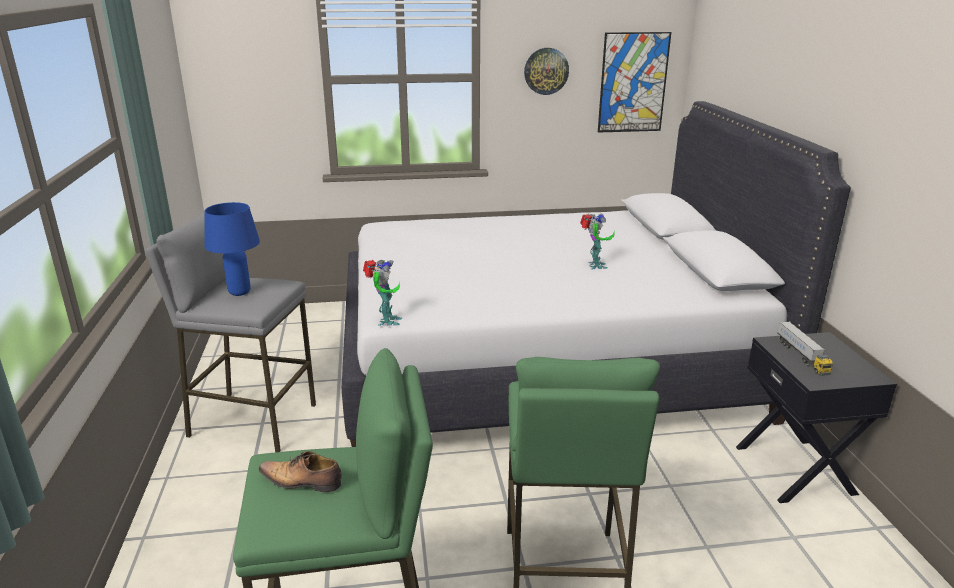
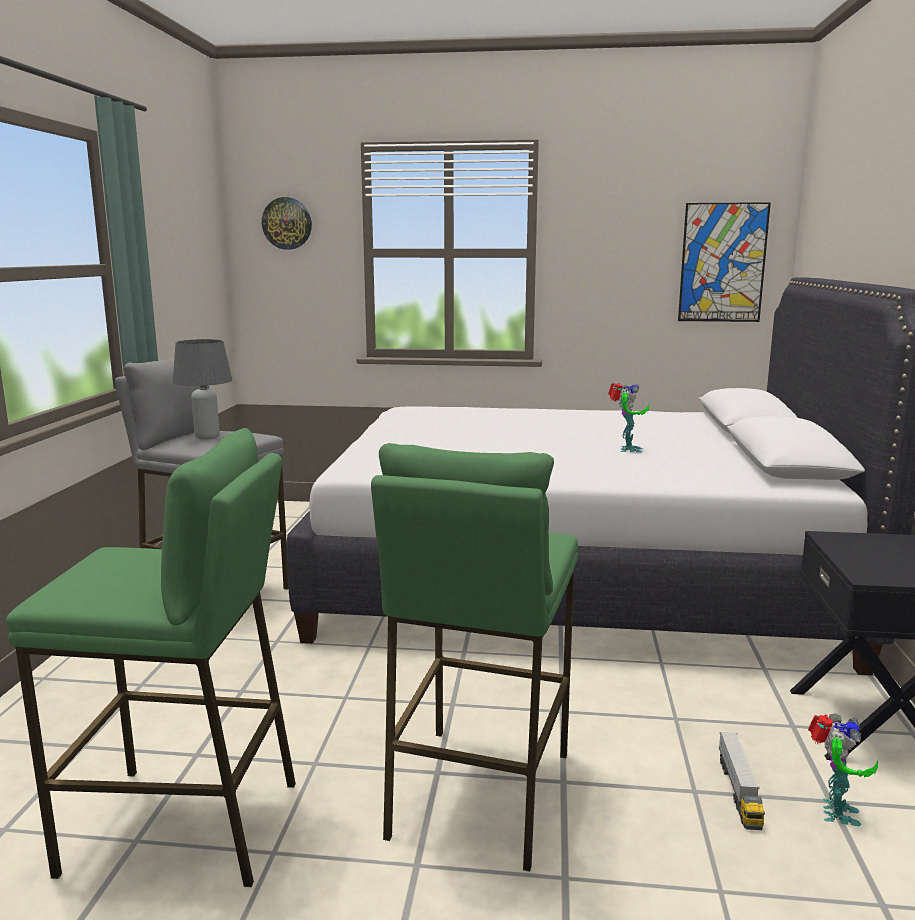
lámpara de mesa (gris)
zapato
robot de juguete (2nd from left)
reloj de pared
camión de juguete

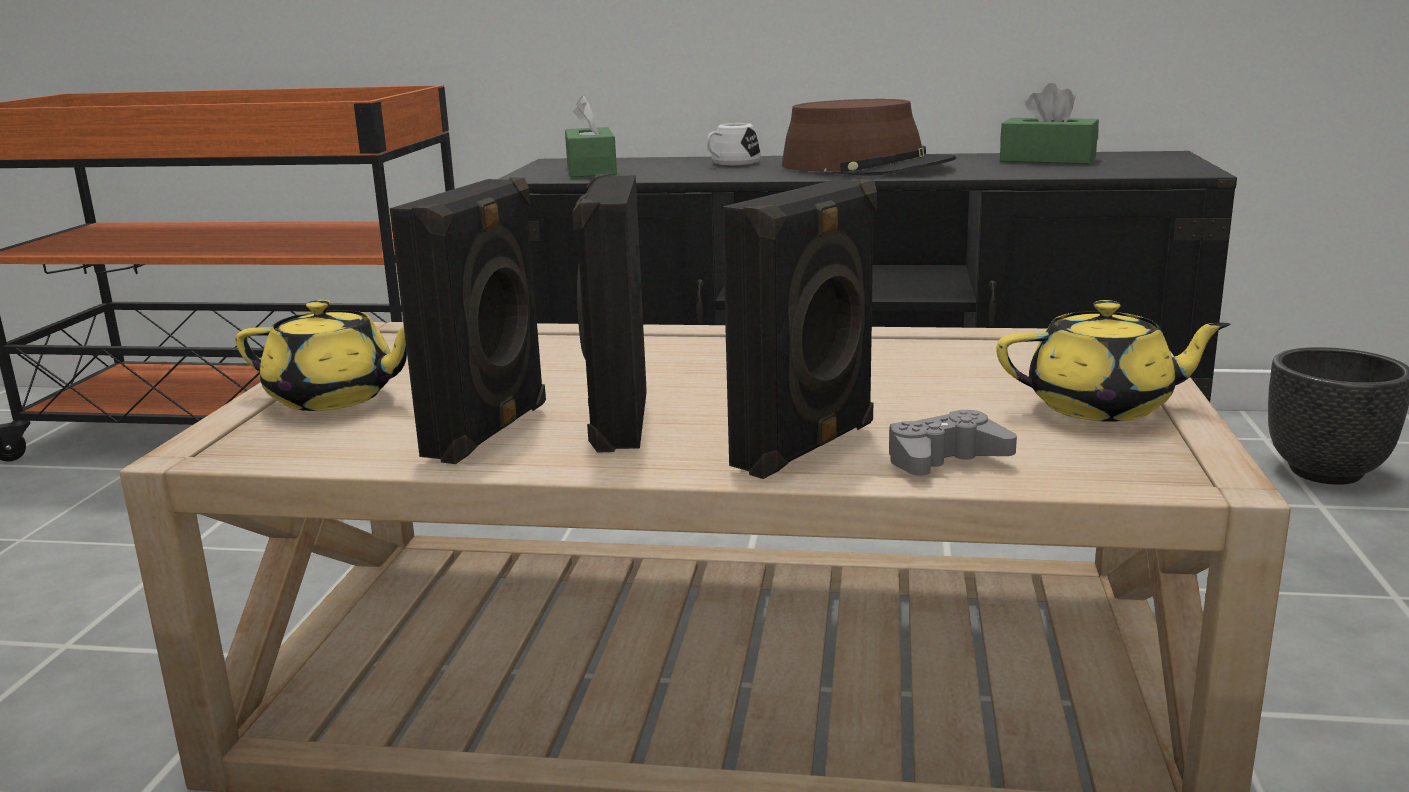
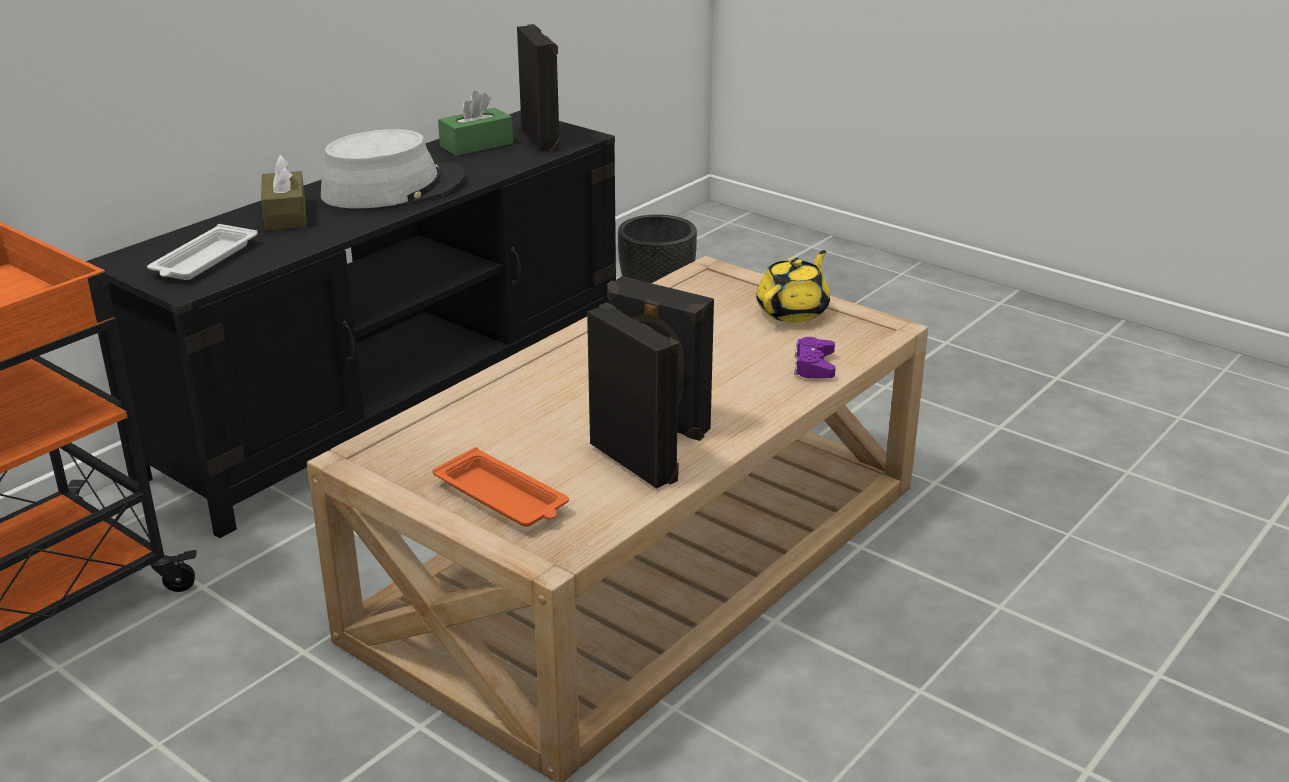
bandeja (naranja)
bandeja (blanco)
caja de pañuelos (marrón)
altavoz (negro) (1st from left)
sombrero (gris)
mando de consola (morado)

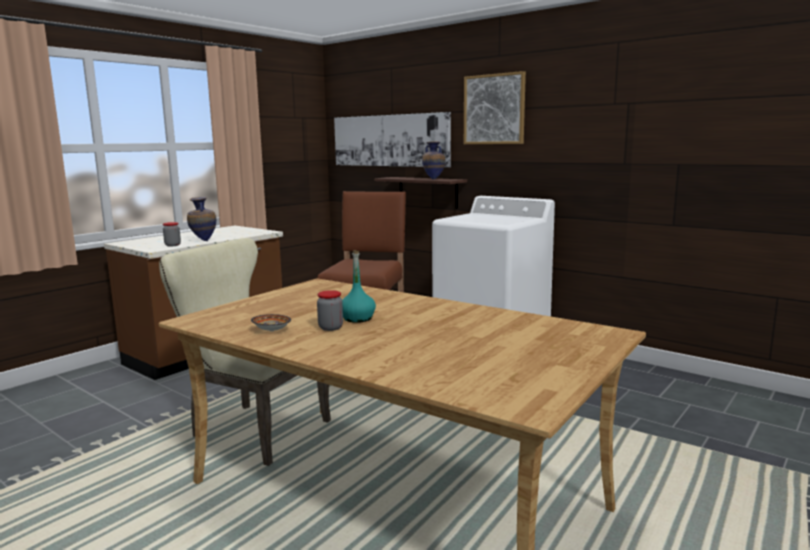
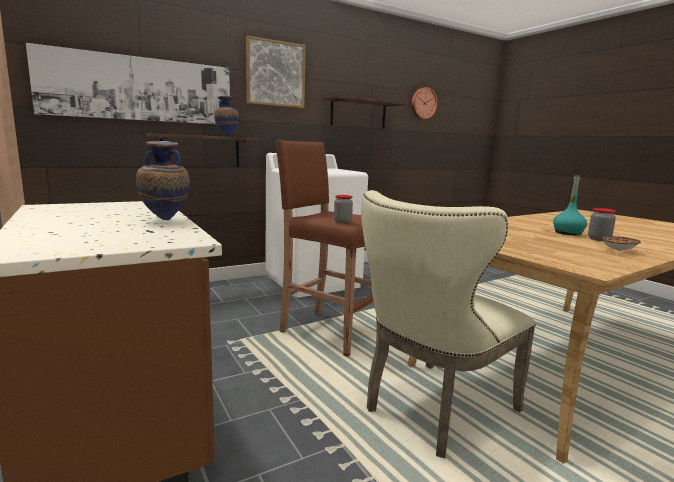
tarro (1st from left)
estante (2nd from left)
reloj de pared

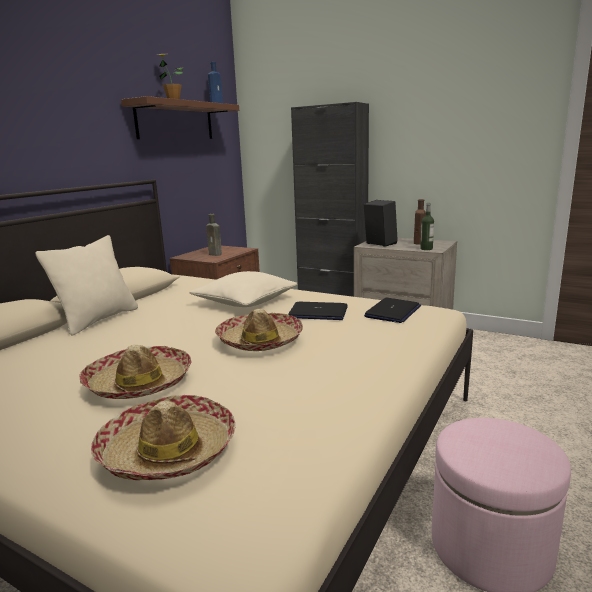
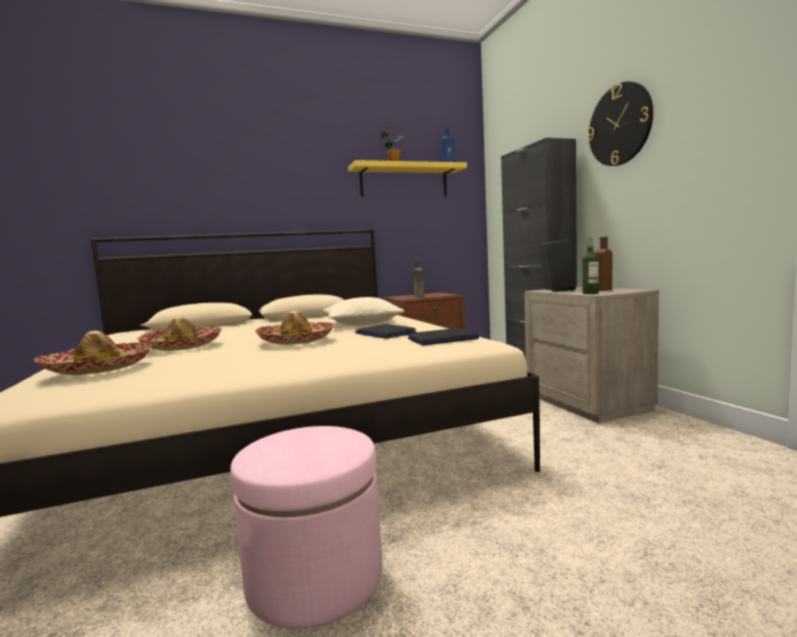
cojín (beis) (1st from left in the first image)
estante (amarillo)
reloj de pared

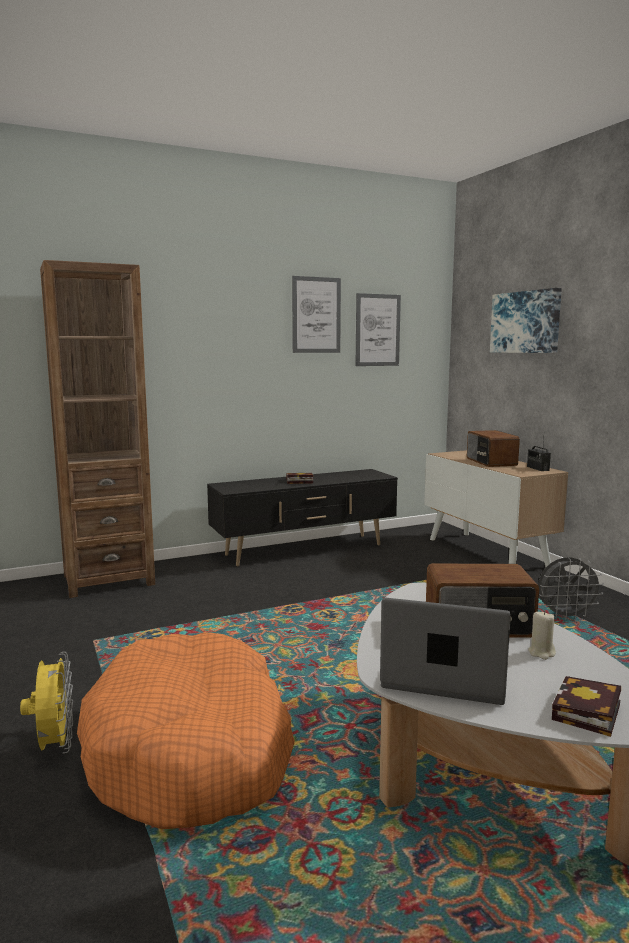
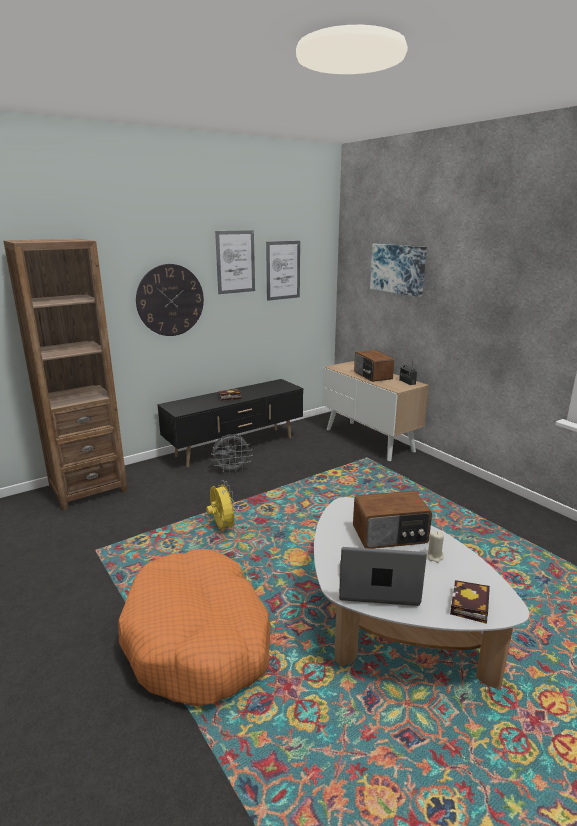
ventilador (amarillo)
ventilador (gris)
reloj de pared

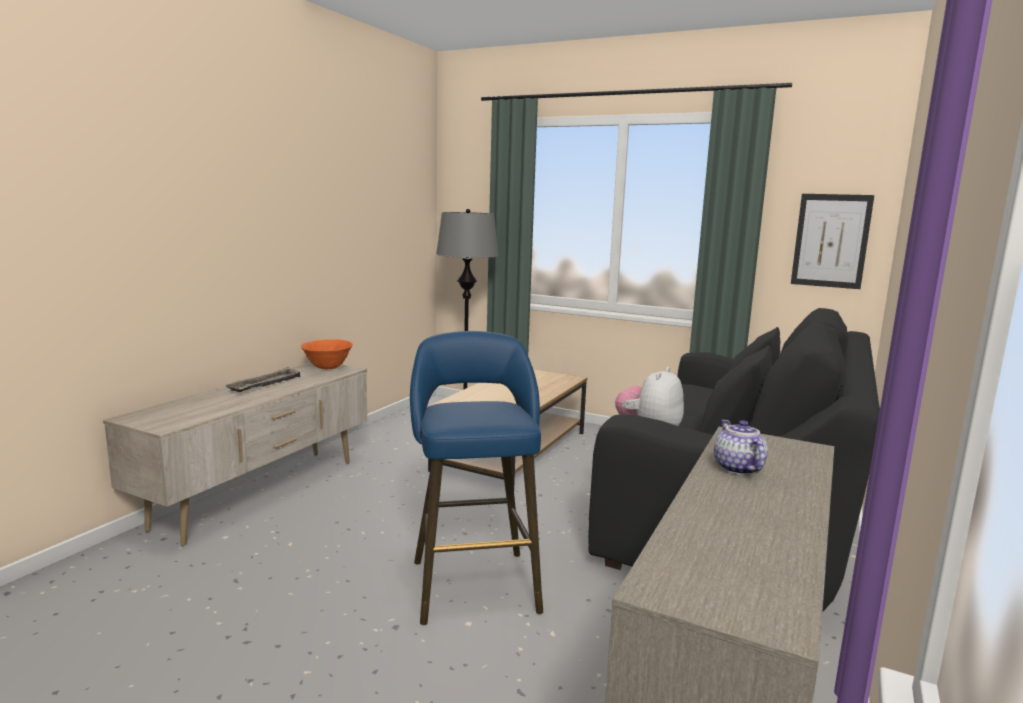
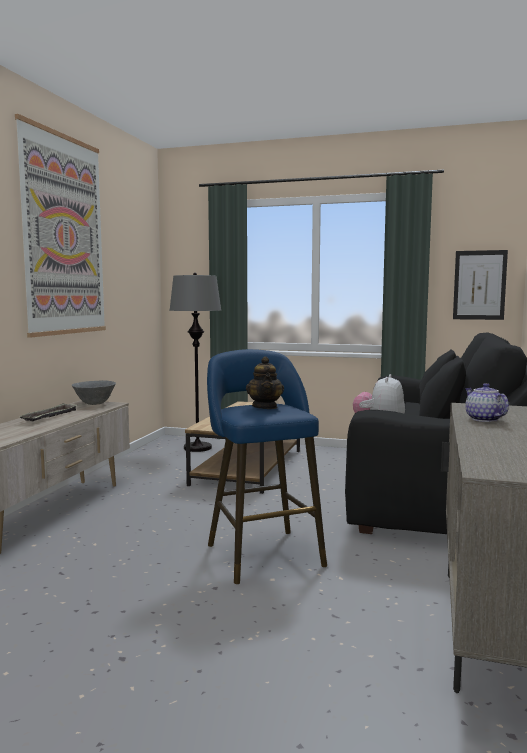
cuenco (gris)
cuadro (1st from left)
tetera (1st from left)

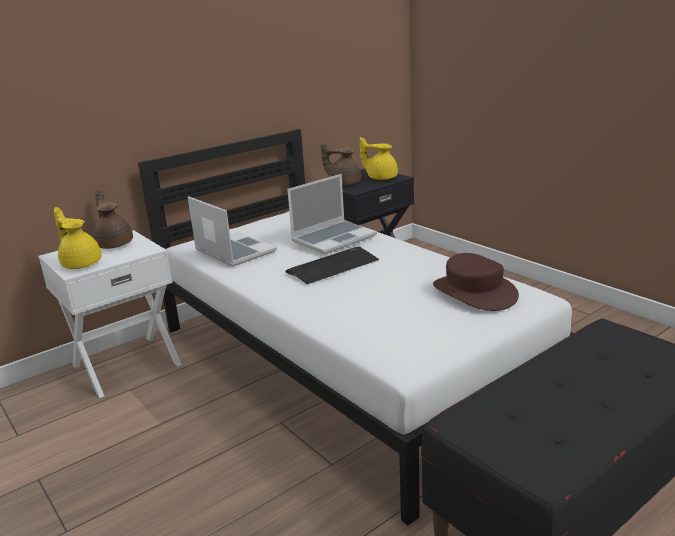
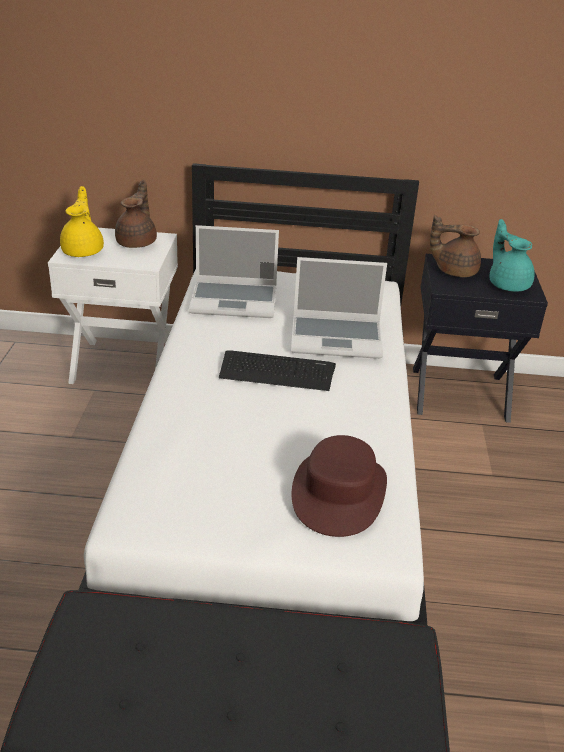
portátil (1st from left)
tetera (marrón) (2nd from left)
tetera (turquesa)

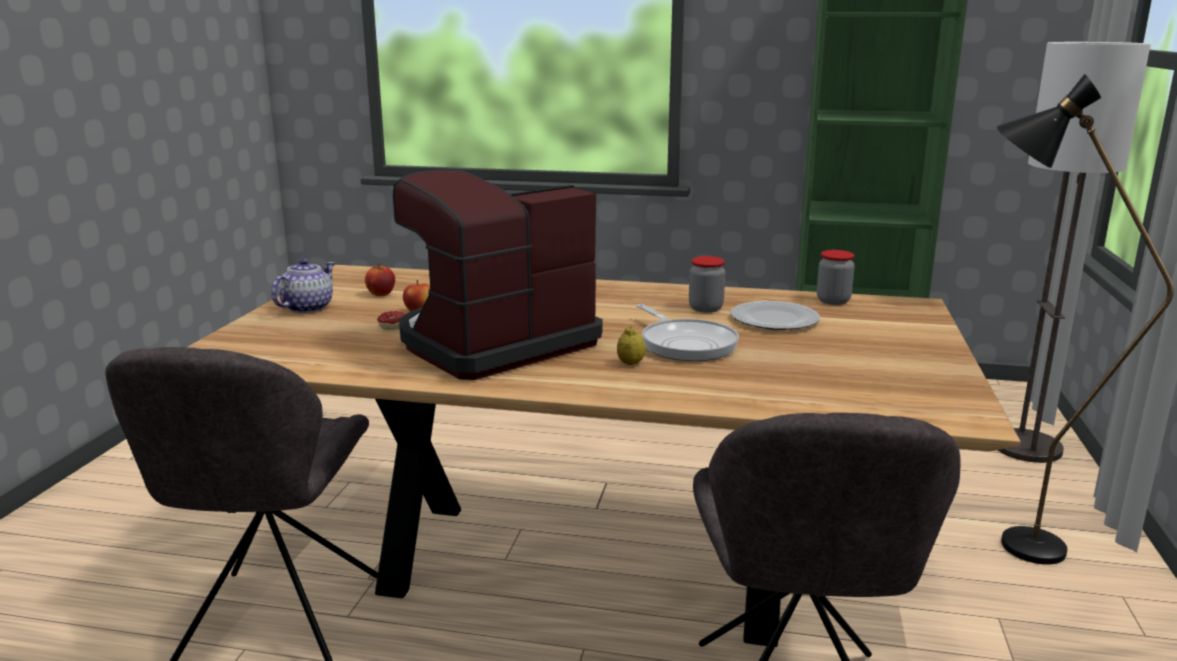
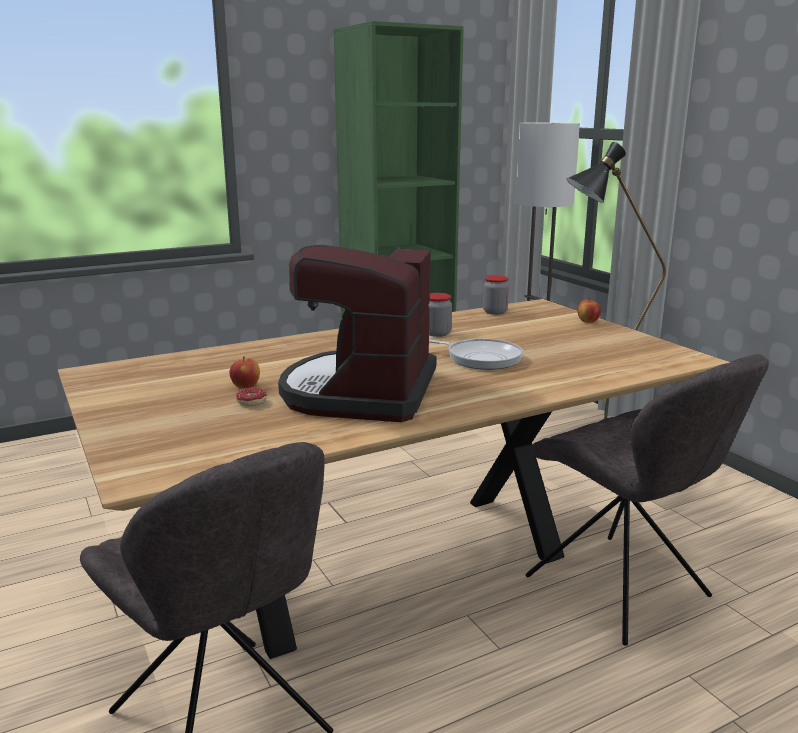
tetera
manzana (2nd from left)
limón
plato

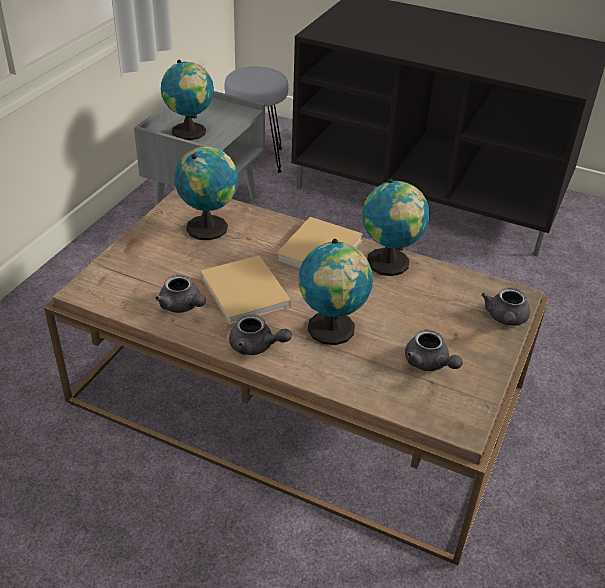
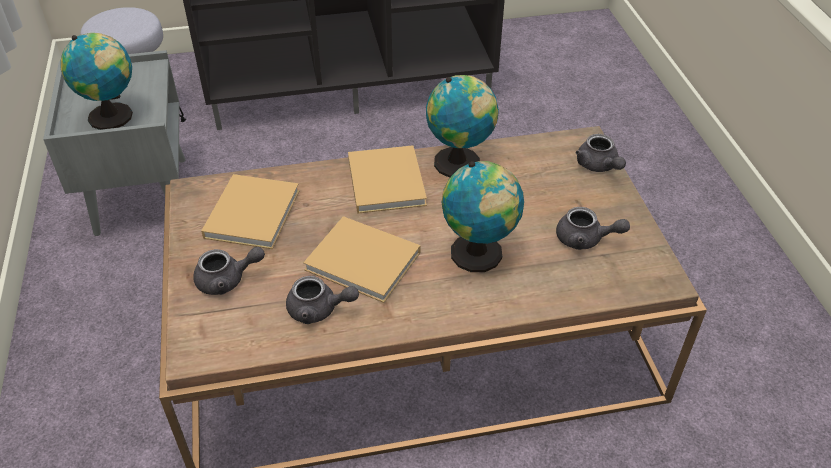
libro (beis) (1st from left)
tetera (gris) (1st from left)

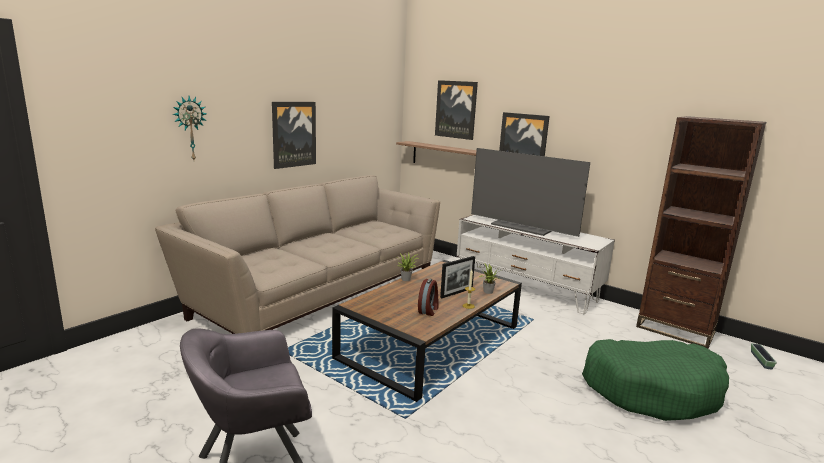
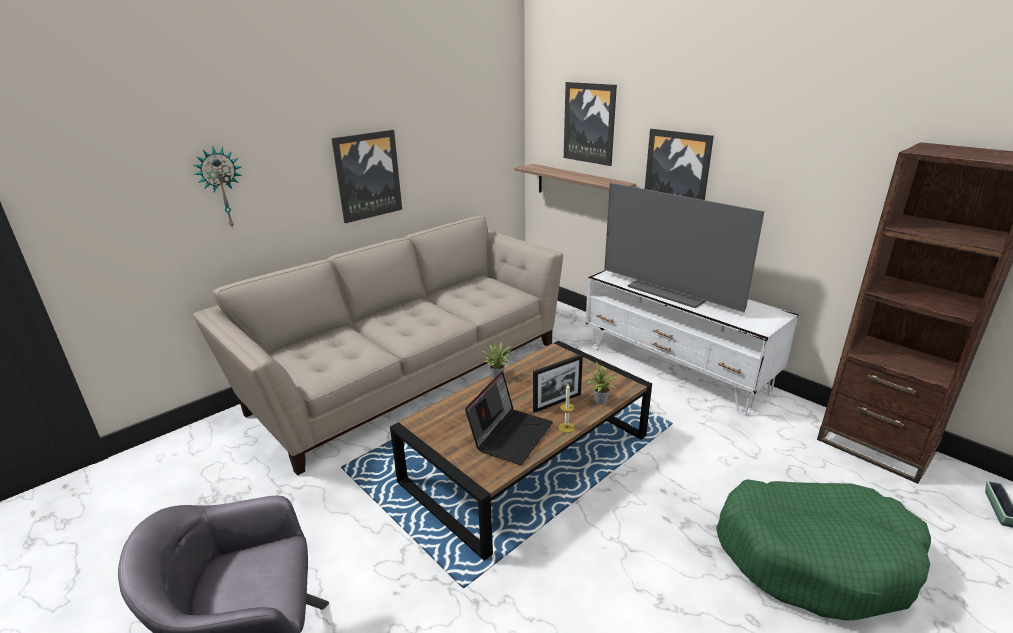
portátil

